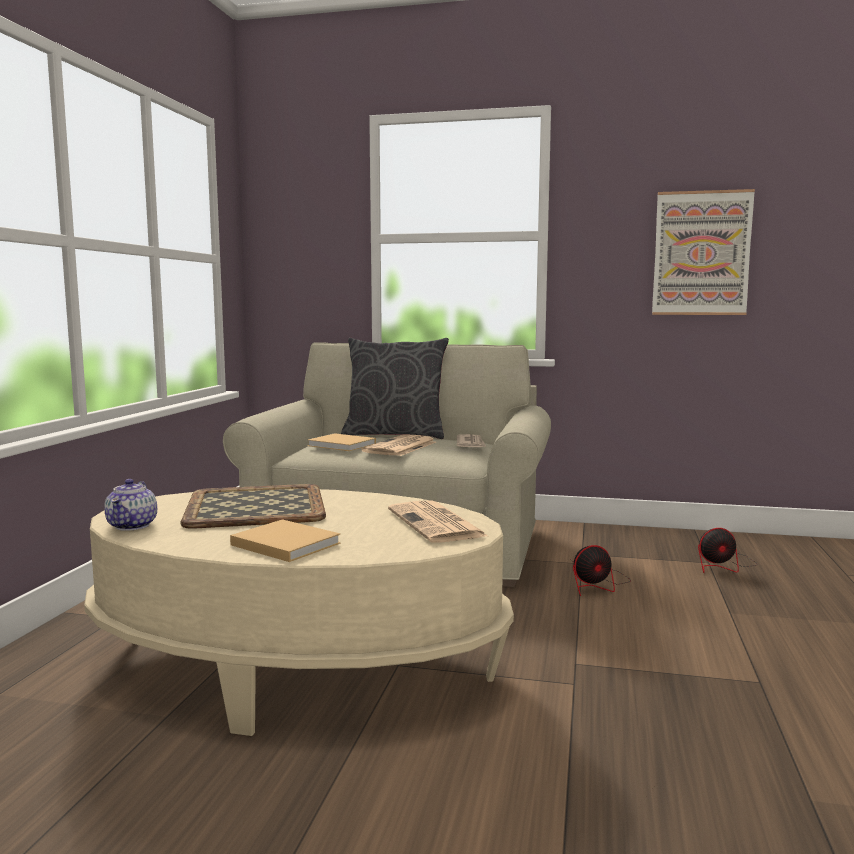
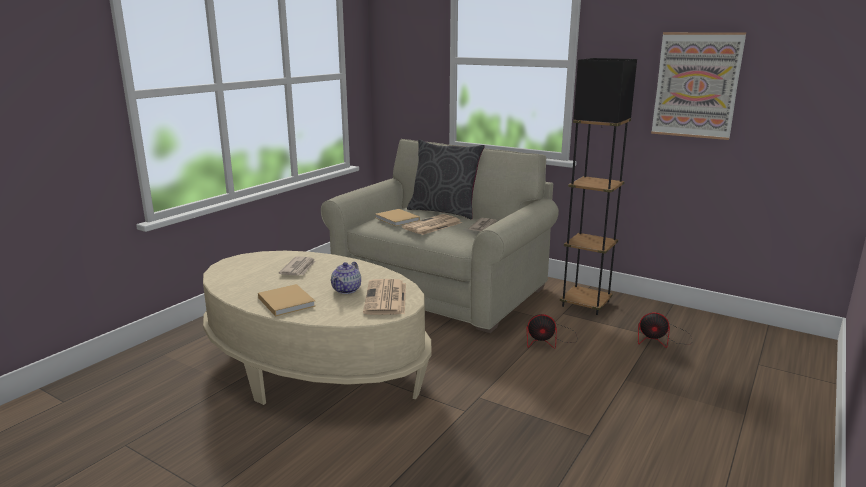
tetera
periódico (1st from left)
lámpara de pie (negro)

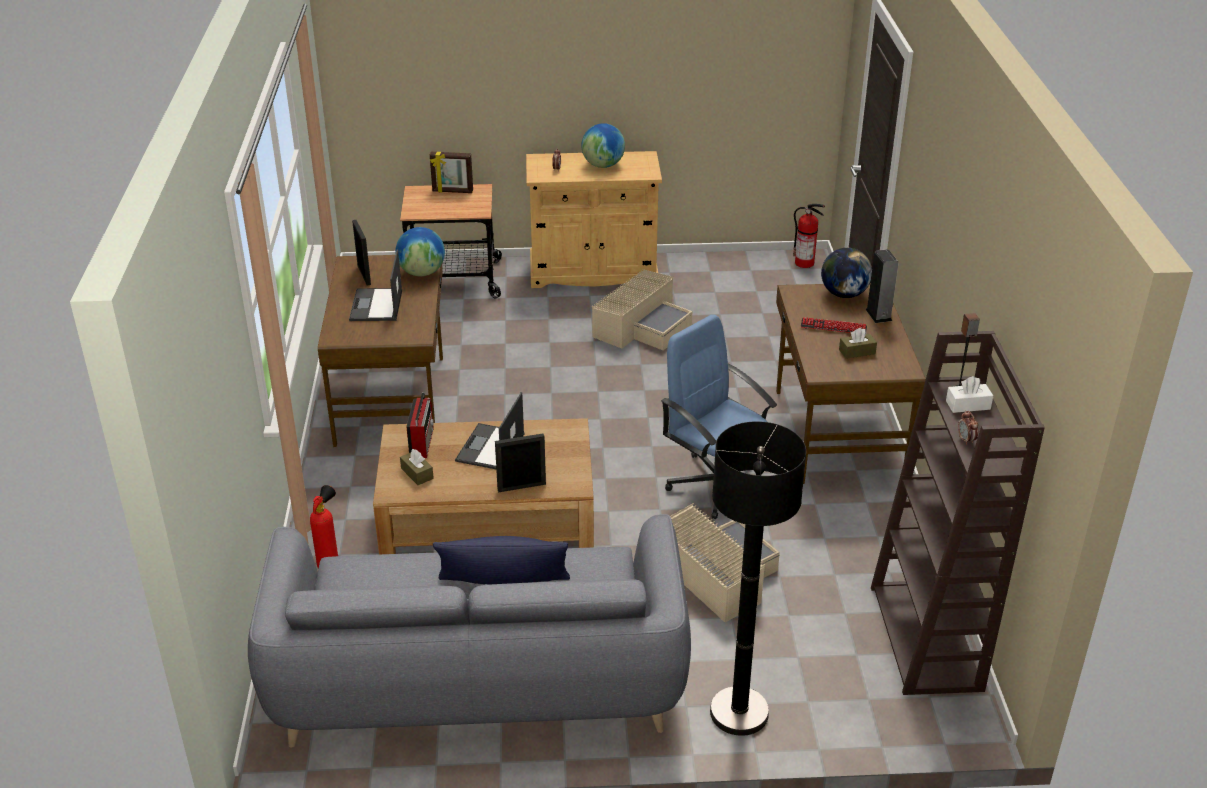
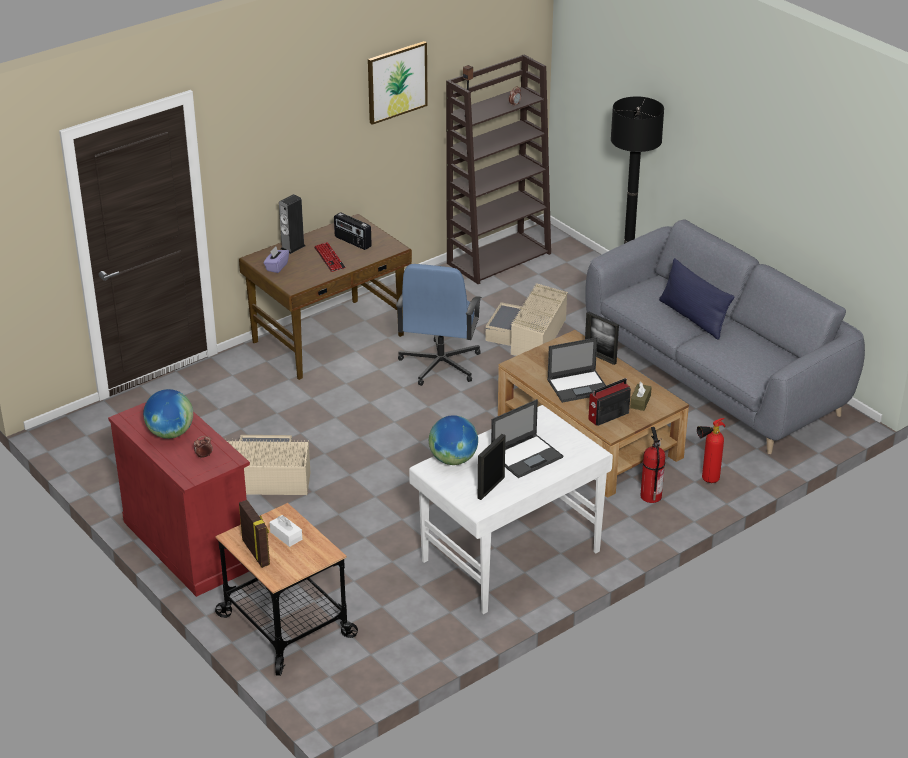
escritorio (blanco)
armario (rojo)
extintor (1st from left)
caja de pañuelos (morado)
radio (1st from left)
caja de pañuelos (blanco)
cuadro

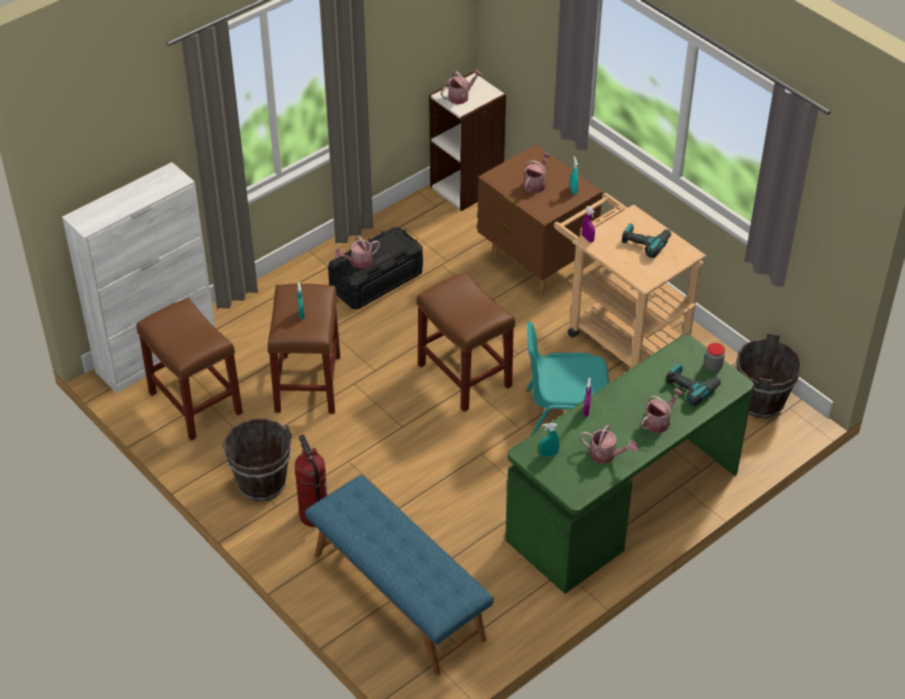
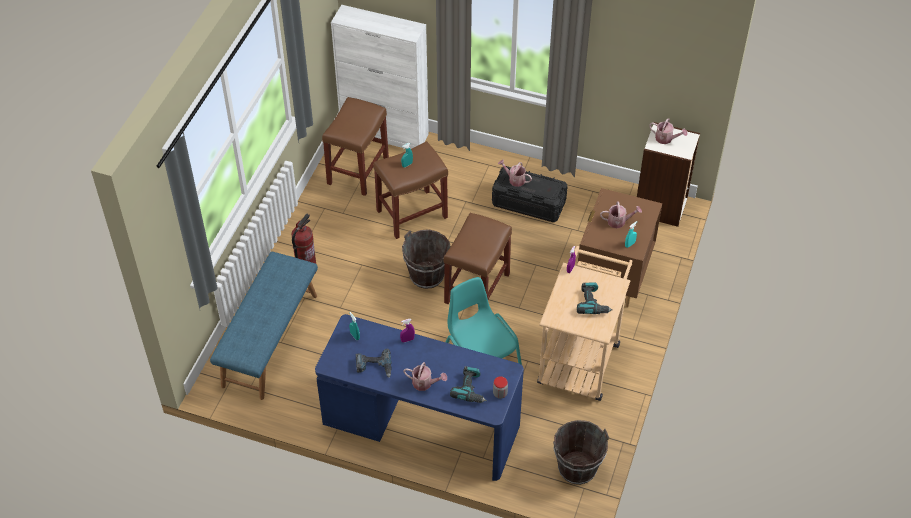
cubo (marrón) (1st from left)
escritorio (azul)
taladro (1st from left)

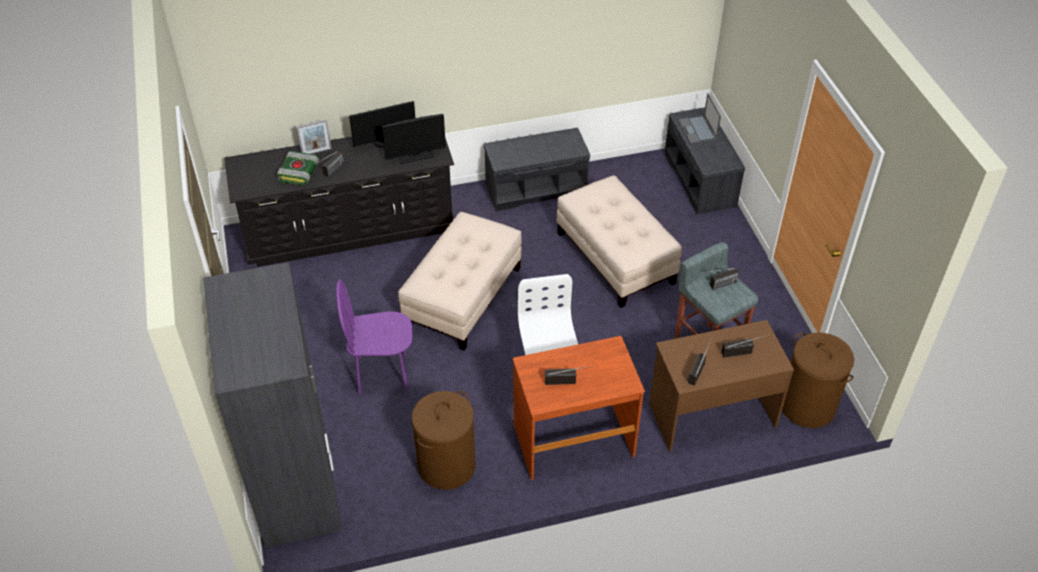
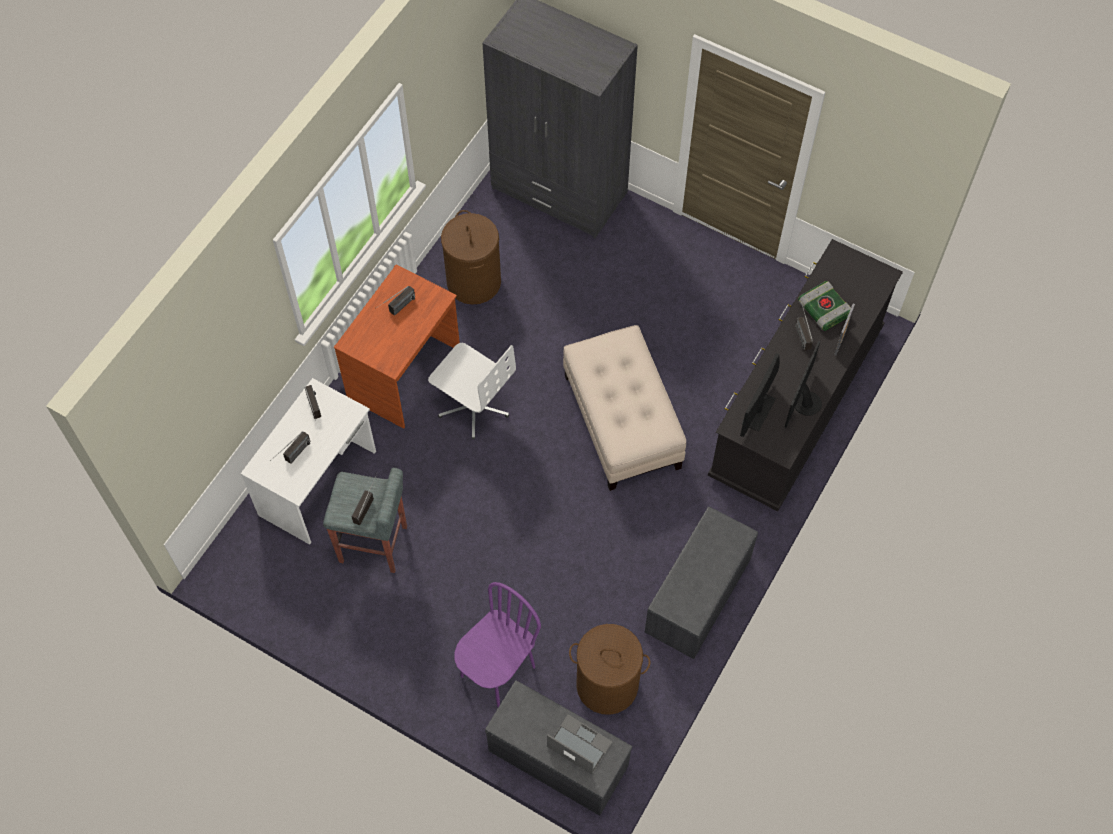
silla (morado)
puf (beis) (2nd from left in the first image)
escritorio (blanco)
cesto de la ropa (marrón) (2nd from left)

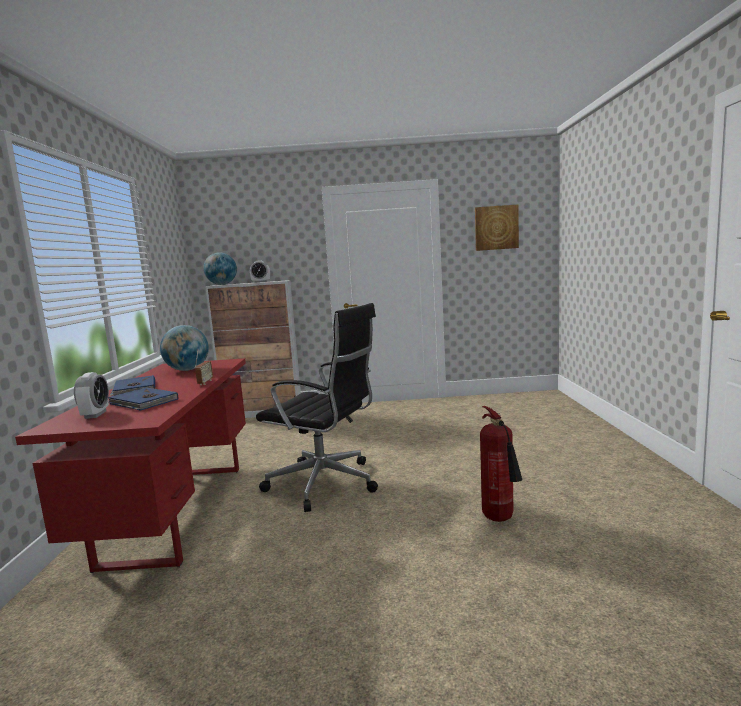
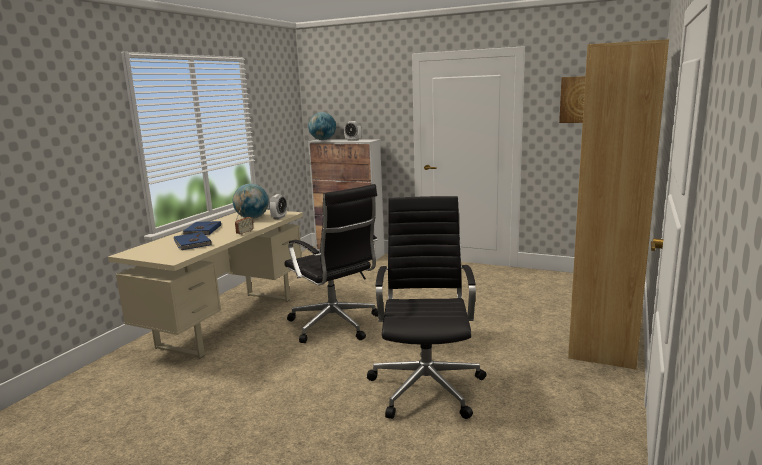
escritorio (beis)
despertador (1st from left)
silla de oficina (negro) (2nd from left)
estantería (marrón)

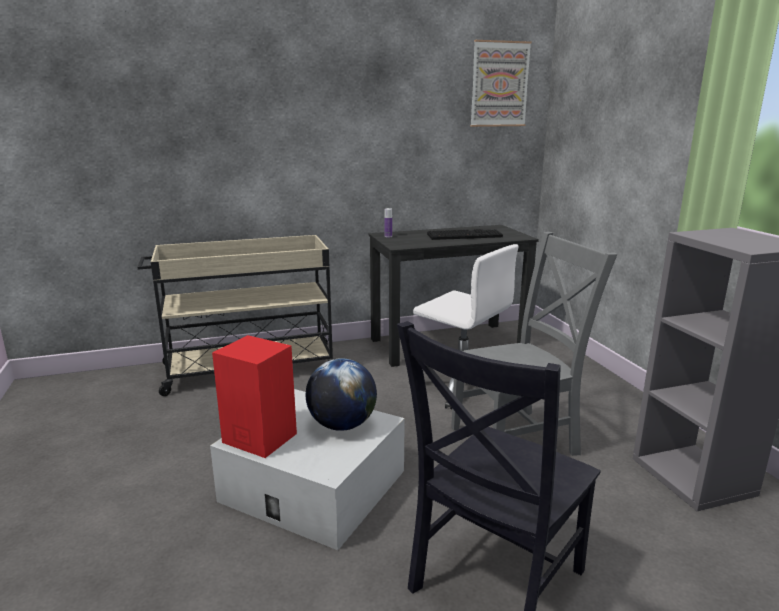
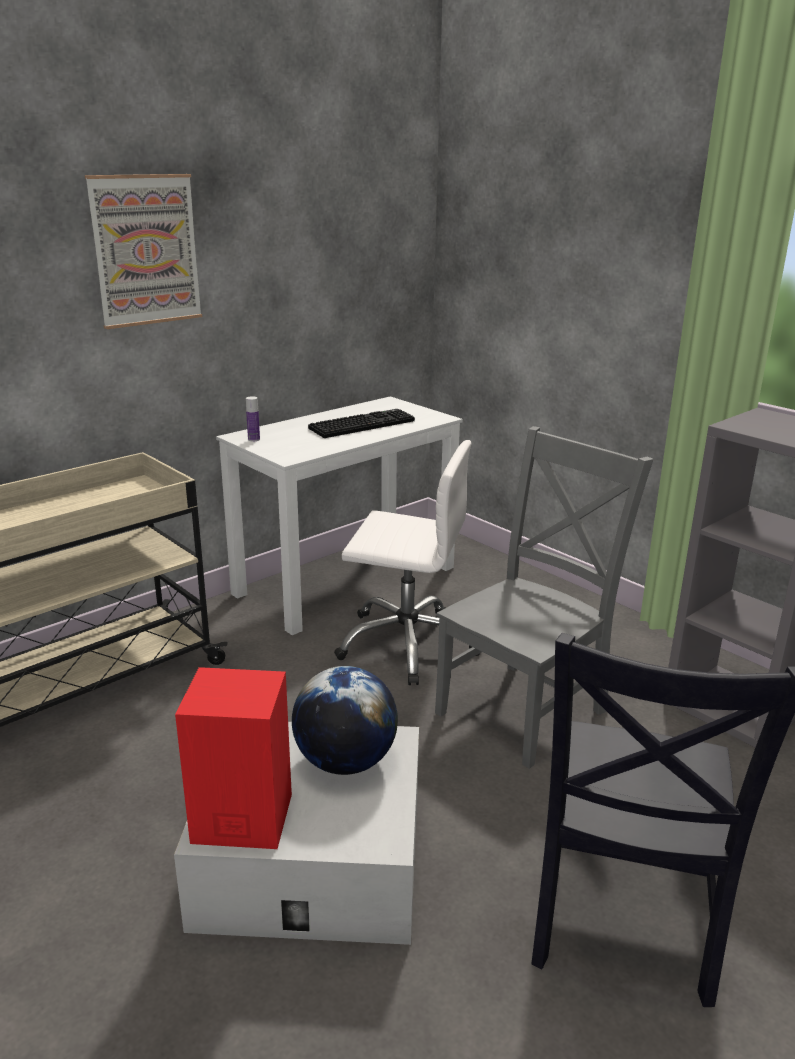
escritorio (blanco)
cuadro

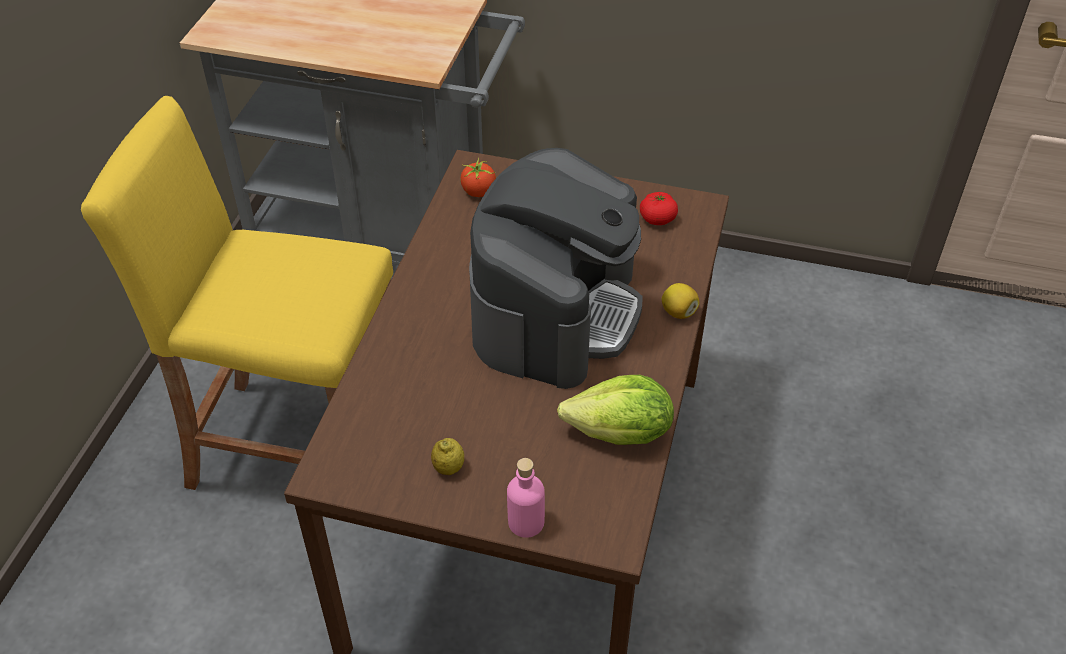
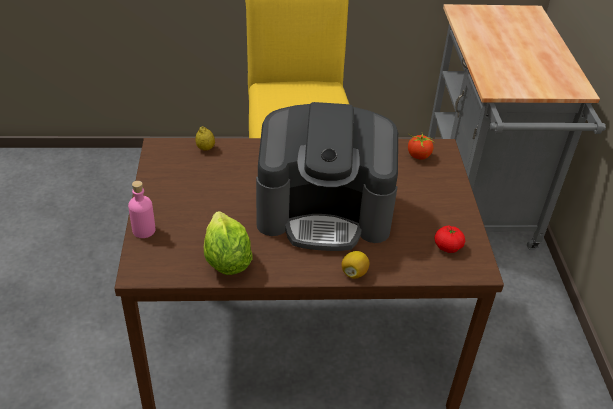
limón (1st from left)

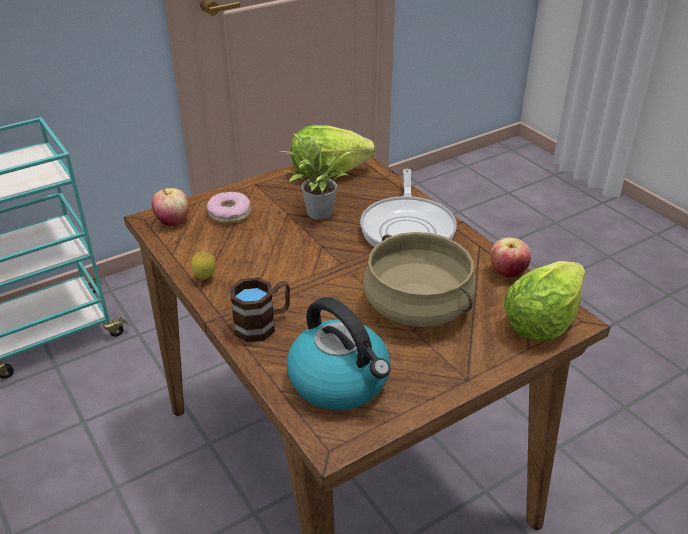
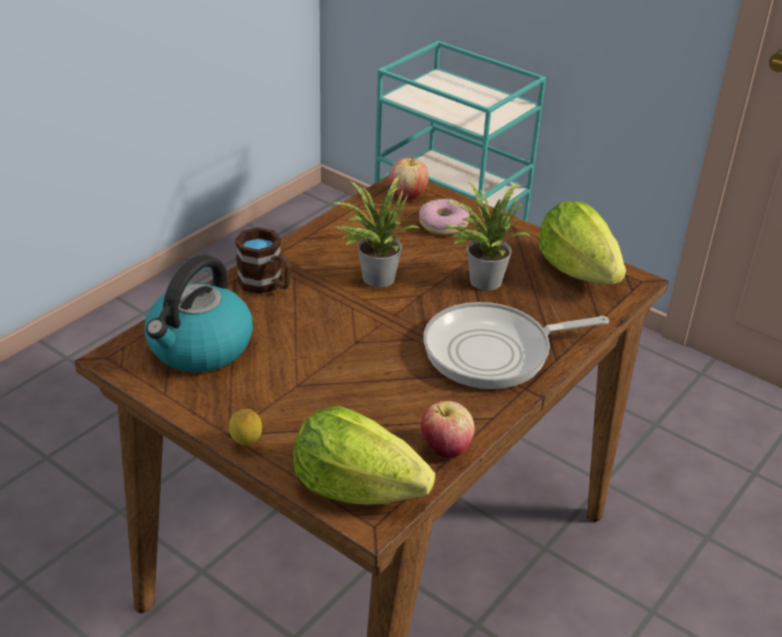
limón
olla (beis)
planta en maceta (1st from left)

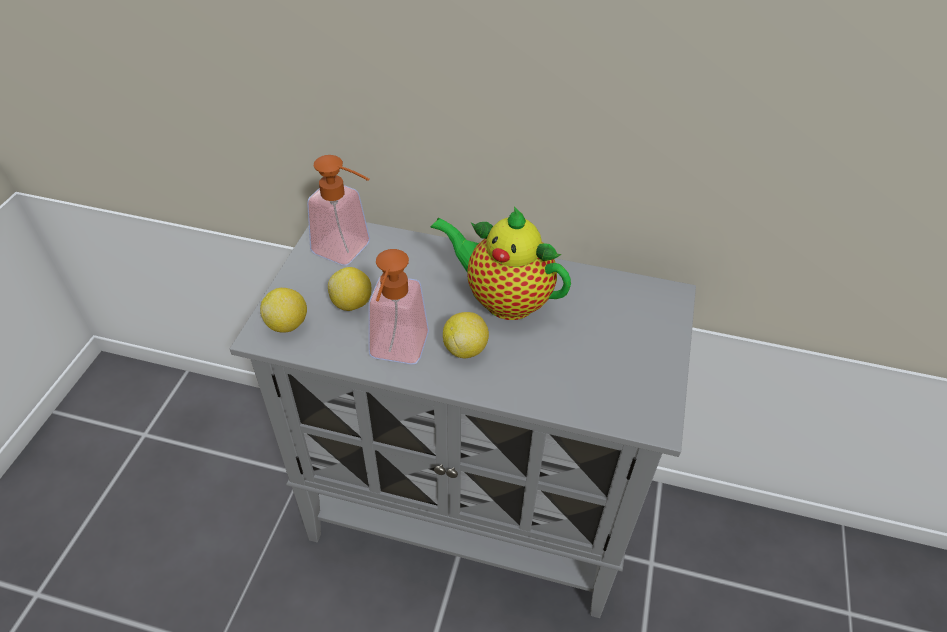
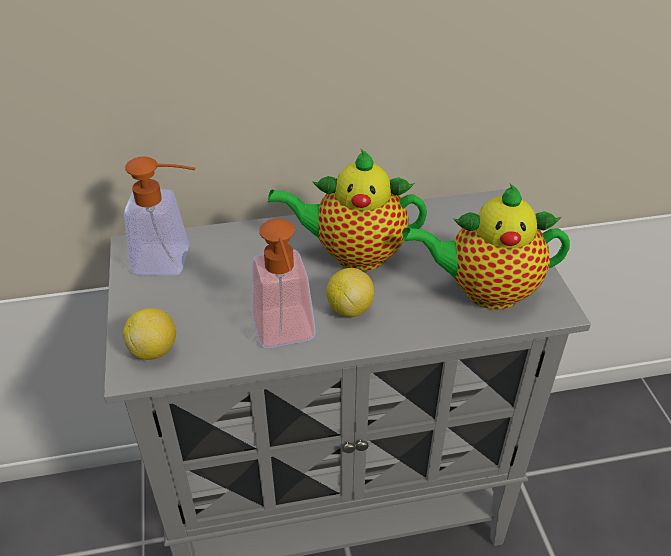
limón (2nd from left in the first image)
tetera (2nd from left)

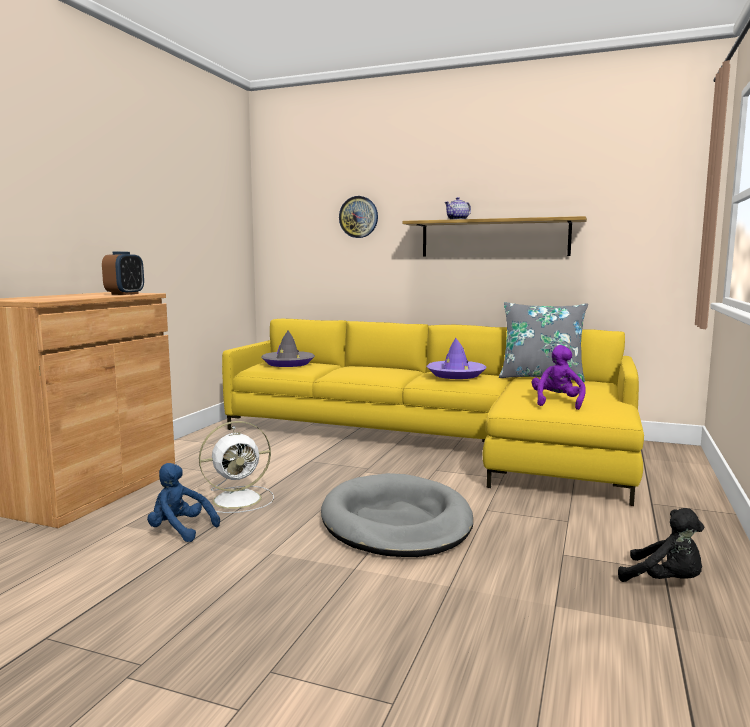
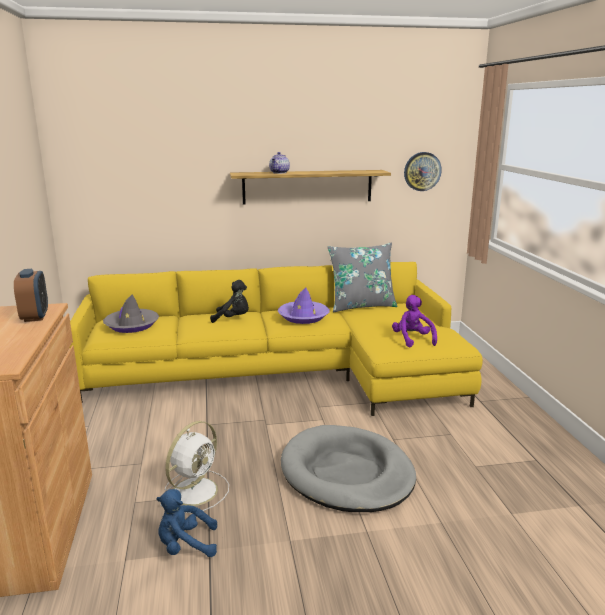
reloj de pared
peluche (negro)

